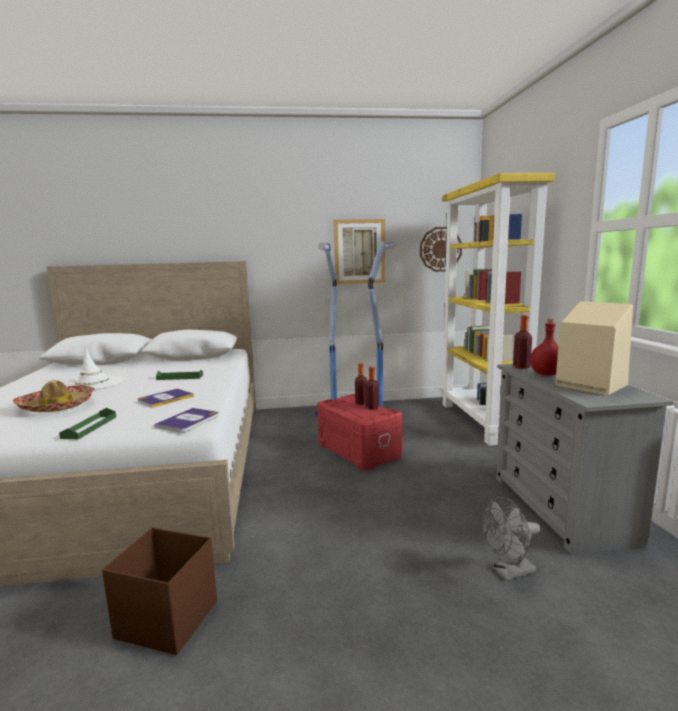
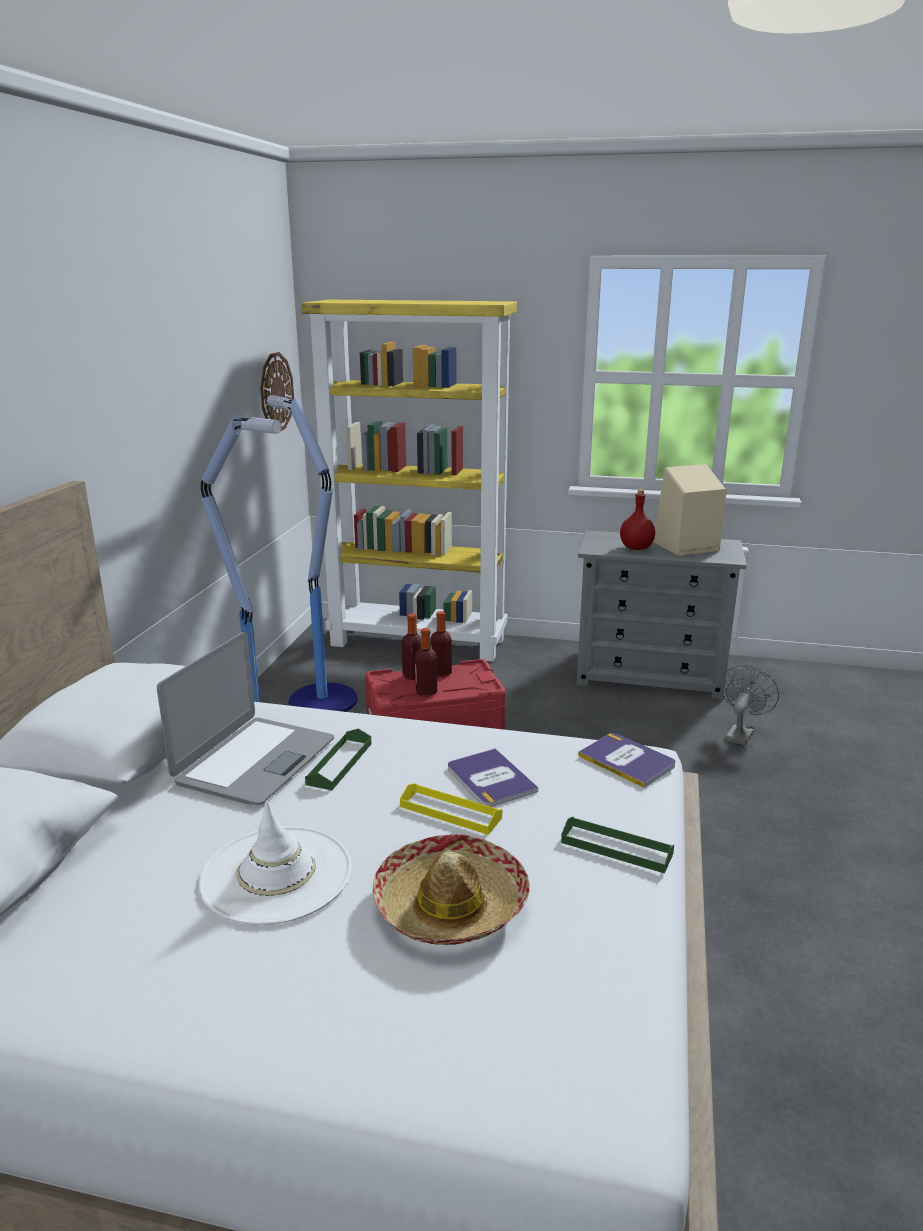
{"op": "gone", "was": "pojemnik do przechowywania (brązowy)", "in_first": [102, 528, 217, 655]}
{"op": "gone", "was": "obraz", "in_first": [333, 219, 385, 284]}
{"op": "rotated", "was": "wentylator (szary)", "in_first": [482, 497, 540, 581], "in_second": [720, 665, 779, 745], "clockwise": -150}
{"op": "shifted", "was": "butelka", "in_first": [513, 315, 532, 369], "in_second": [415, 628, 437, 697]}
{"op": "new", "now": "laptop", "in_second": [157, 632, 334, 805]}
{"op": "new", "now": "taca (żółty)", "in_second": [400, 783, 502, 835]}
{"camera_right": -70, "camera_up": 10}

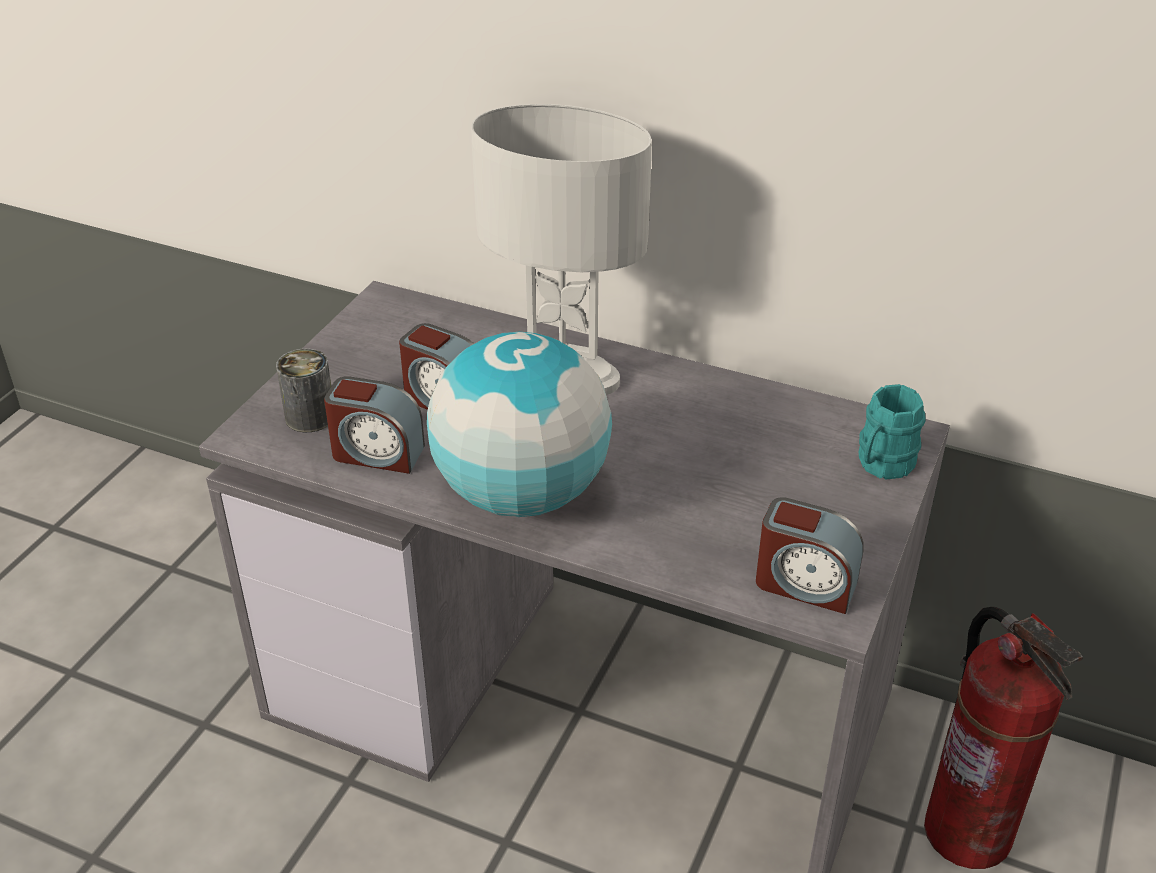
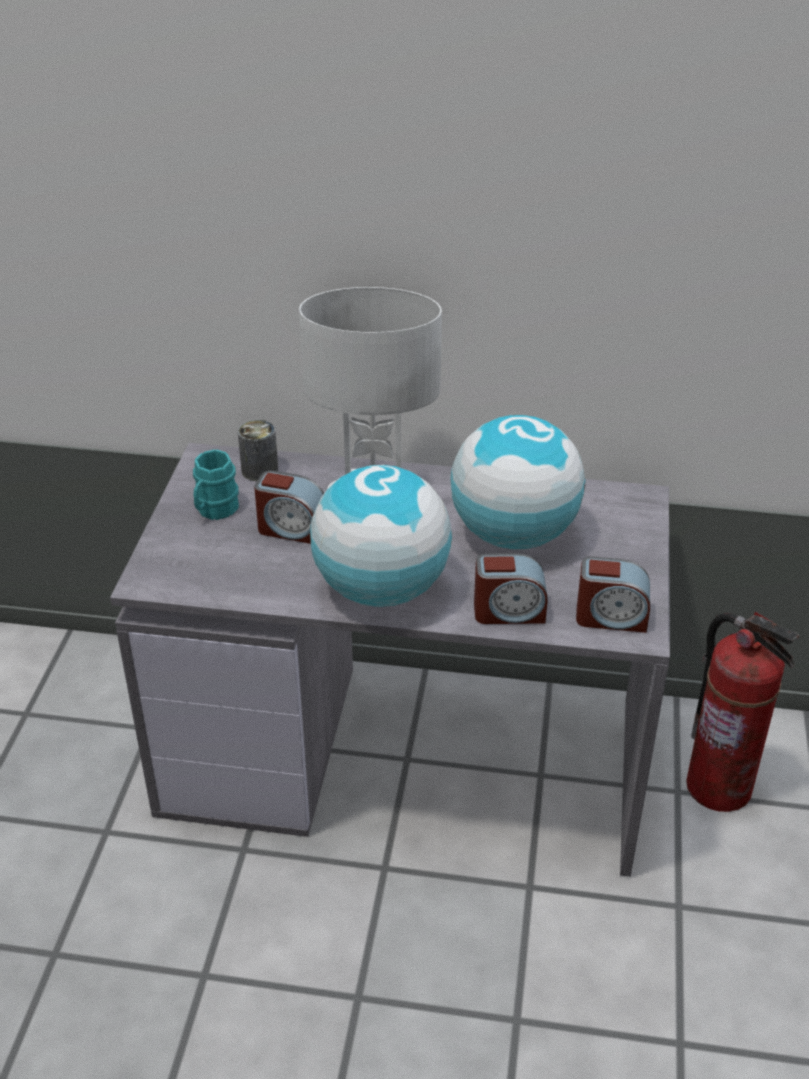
{"op": "shifted", "was": "puszka", "in_first": [276, 348, 331, 432], "in_second": [238, 420, 278, 481]}
{"op": "shifted", "was": "budzik", "in_first": [324, 376, 425, 474], "in_second": [474, 553, 548, 624]}
{"op": "shifted", "was": "kubek (turkusowy)", "in_first": [858, 384, 926, 480], "in_second": [193, 449, 239, 520]}
{"op": "new", "now": "globus", "in_second": [450, 415, 585, 549]}
{"camera_right": -15, "camera_up": 0}

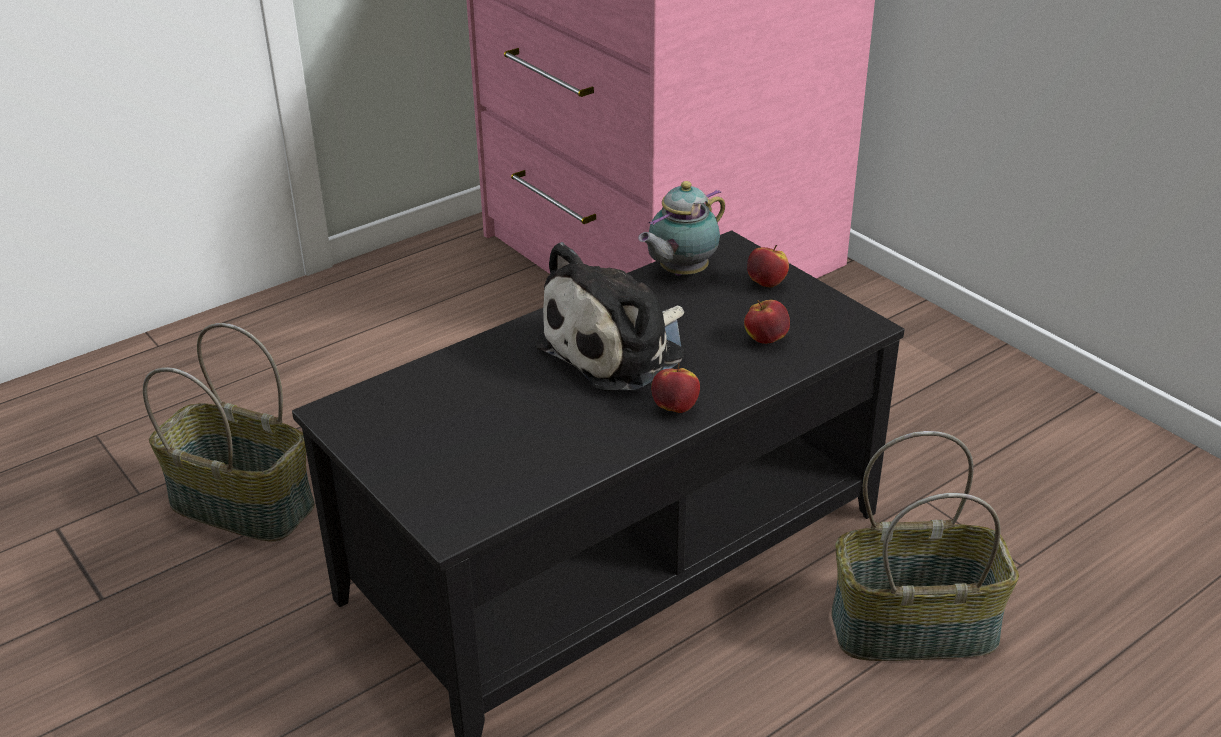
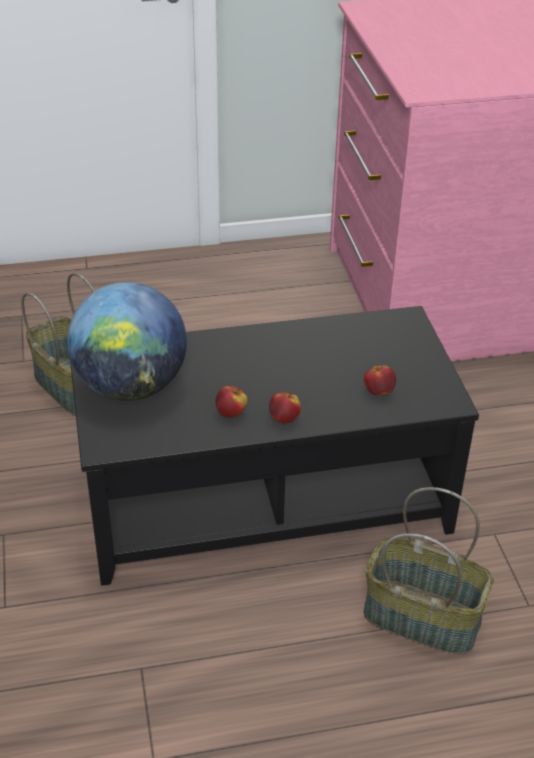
{"op": "gone", "was": "pluszak", "in_first": [534, 242, 684, 391]}
{"op": "gone", "was": "imbryk", "in_first": [638, 181, 725, 276]}
{"op": "shifted", "was": "jabłko", "in_first": [747, 245, 789, 287], "in_second": [215, 386, 247, 418]}
{"op": "new", "now": "globus", "in_second": [67, 282, 187, 401]}
{"camera_right": 25, "camera_up": 5}

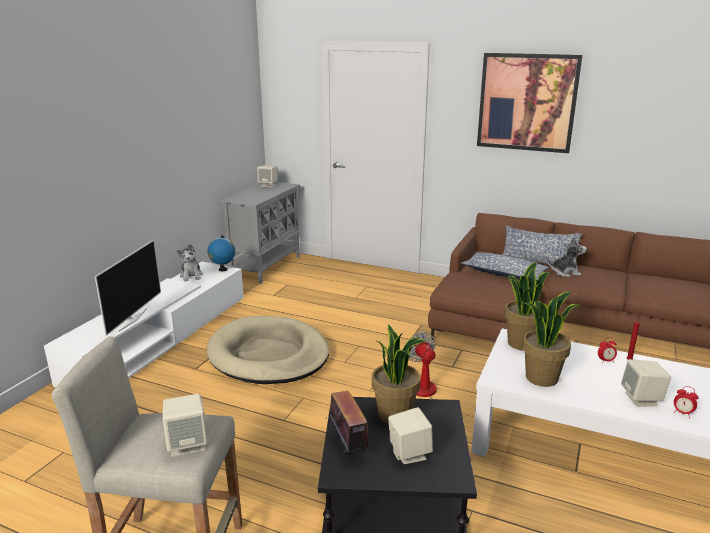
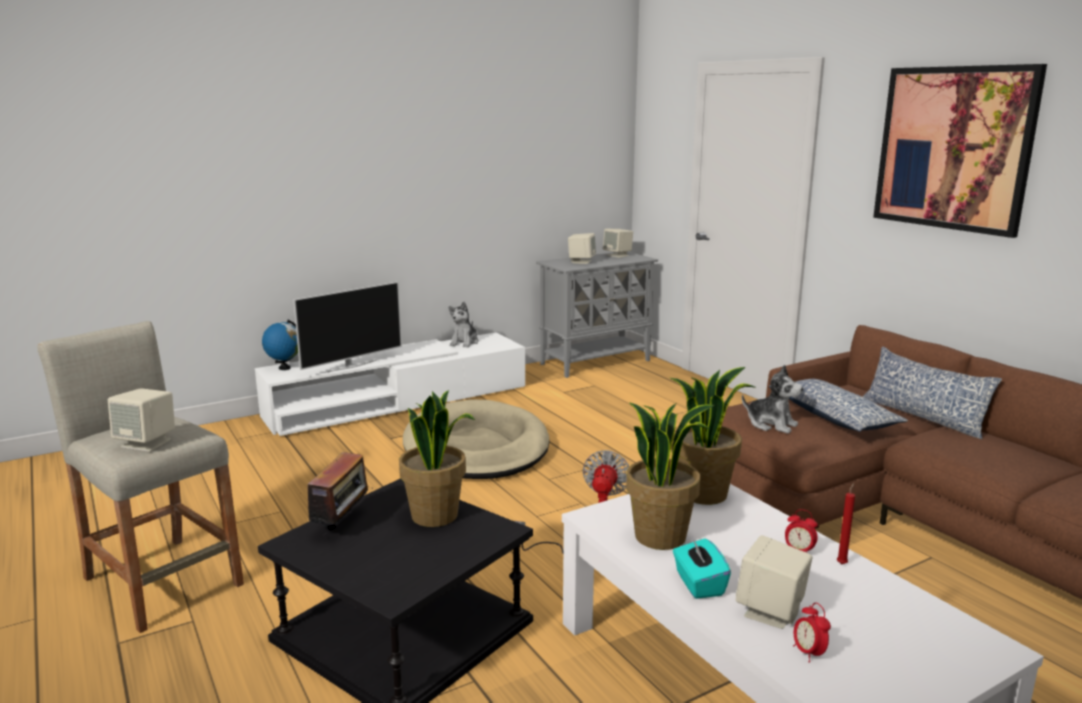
{"op": "shifted", "was": "globus", "in_first": [207, 235, 235, 271], "in_second": [262, 320, 298, 370]}
{"op": "shifted", "was": "głośnik (beżowy)", "in_first": [388, 407, 433, 464], "in_second": [568, 233, 596, 264]}
{"op": "shifted", "was": "pluszak", "in_first": [548, 237, 587, 277], "in_second": [742, 365, 803, 434]}
{"op": "new", "now": "pudełko chusteczek (turkusowy)", "in_second": [673, 537, 731, 599]}
{"camera_right": 35, "camera_up": -5}

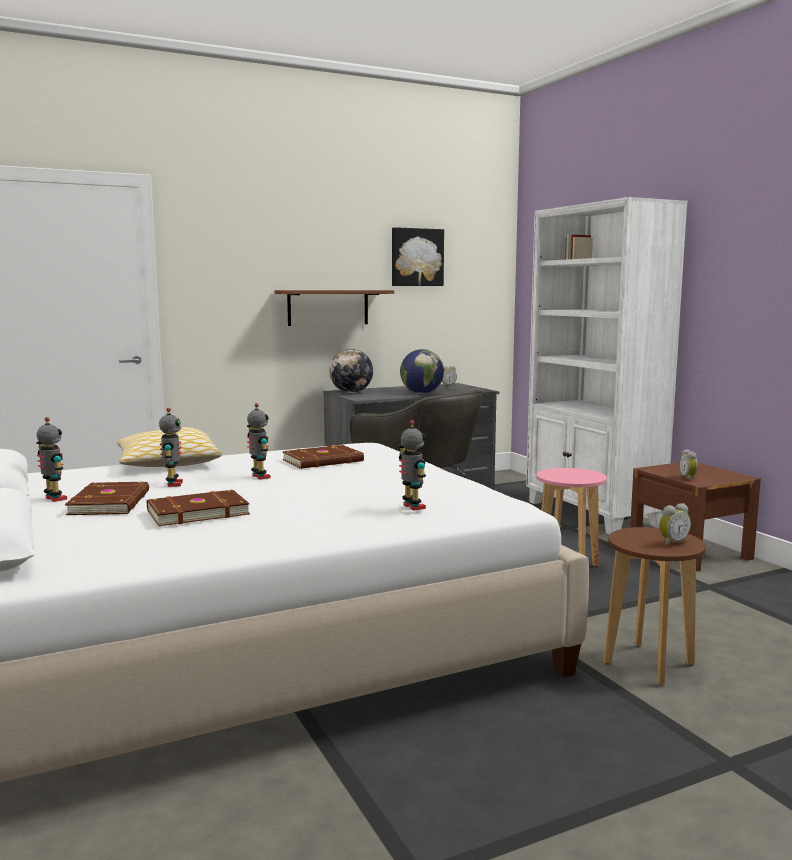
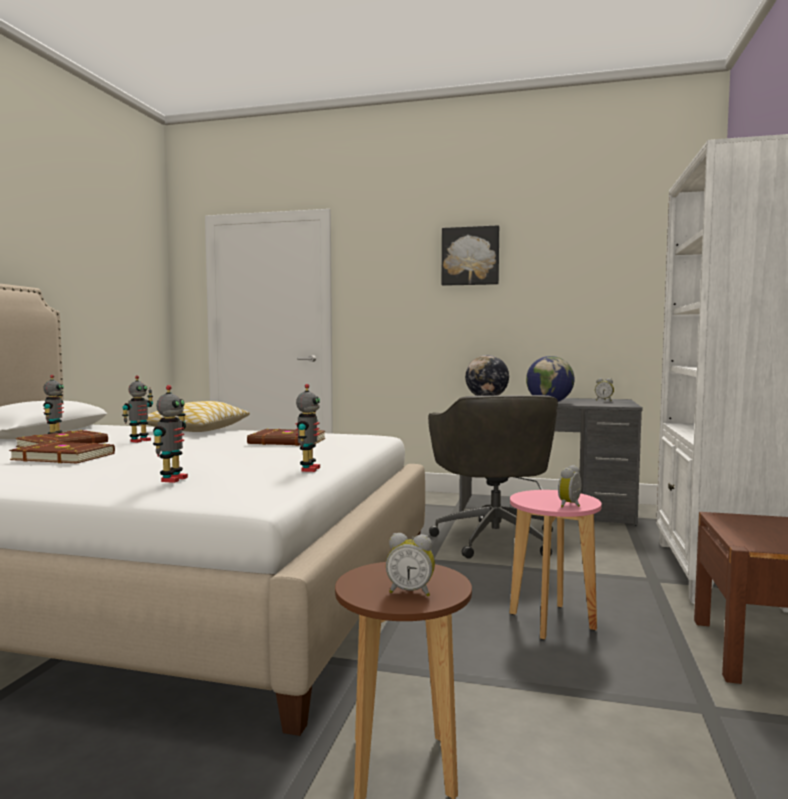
{"op": "shifted", "was": "robot zabawkowy", "in_first": [247, 403, 271, 480], "in_second": [296, 384, 320, 472]}
{"op": "gone", "was": "półka", "in_first": [274, 290, 394, 326]}
{"op": "shifted", "was": "obraz", "in_first": [392, 227, 444, 286], "in_second": [442, 225, 499, 286]}
{"op": "shifted", "was": "budzik", "in_first": [679, 449, 698, 480], "in_second": [558, 465, 581, 508]}
{"camera_right": 40, "camera_up": -5}

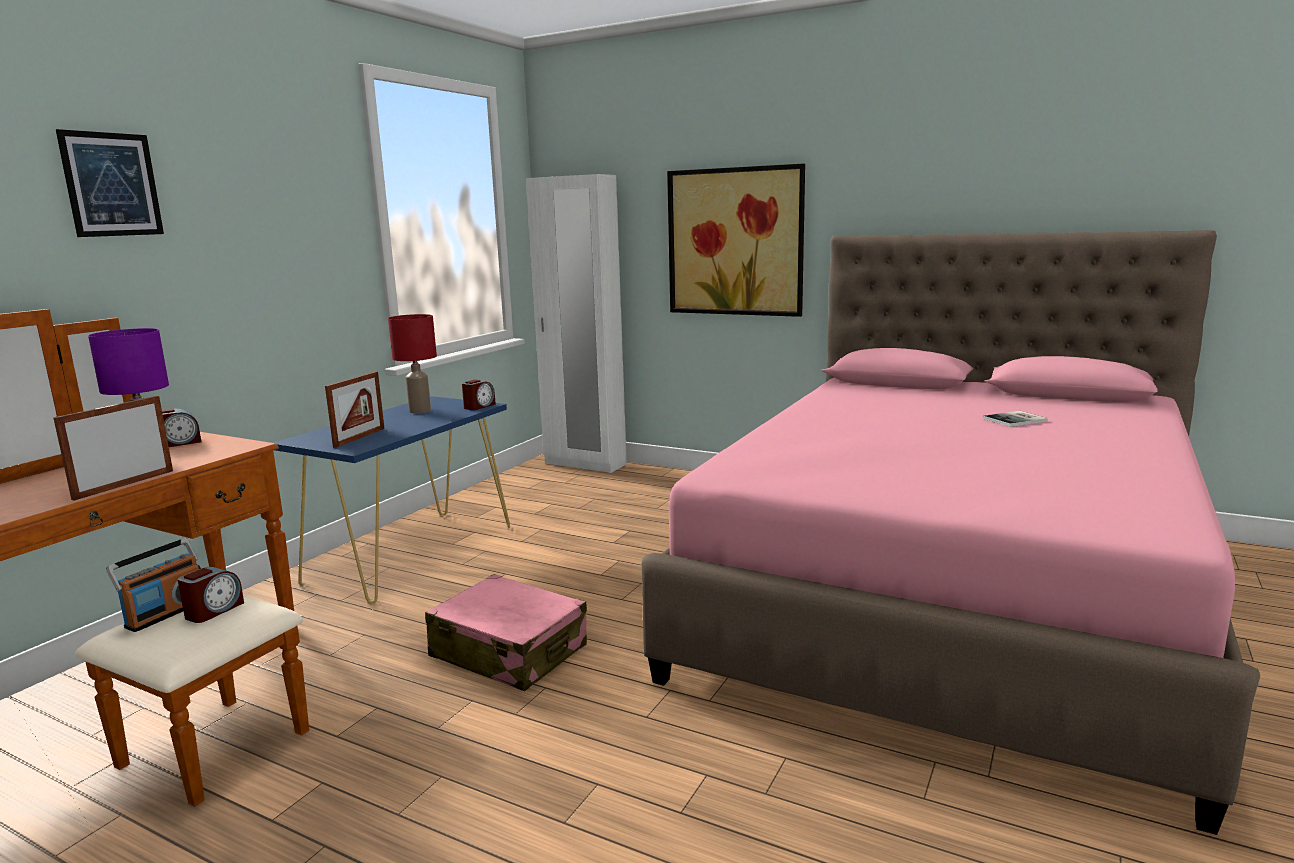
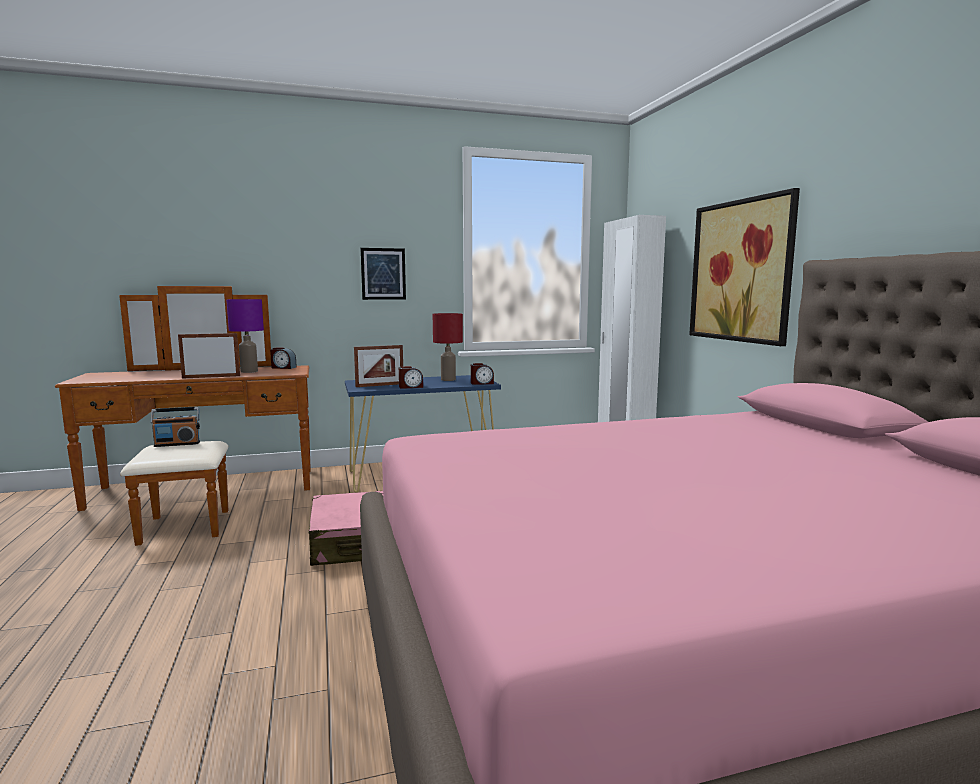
{"op": "shifted", "was": "obraz", "in_first": [56, 129, 164, 237], "in_second": [360, 248, 406, 300]}
{"op": "shifted", "was": "budzik", "in_first": [178, 567, 244, 623], "in_second": [399, 366, 423, 389]}
{"op": "gone", "was": "książka", "in_first": [983, 411, 1048, 427]}
{"camera_right": 45, "camera_up": -5}

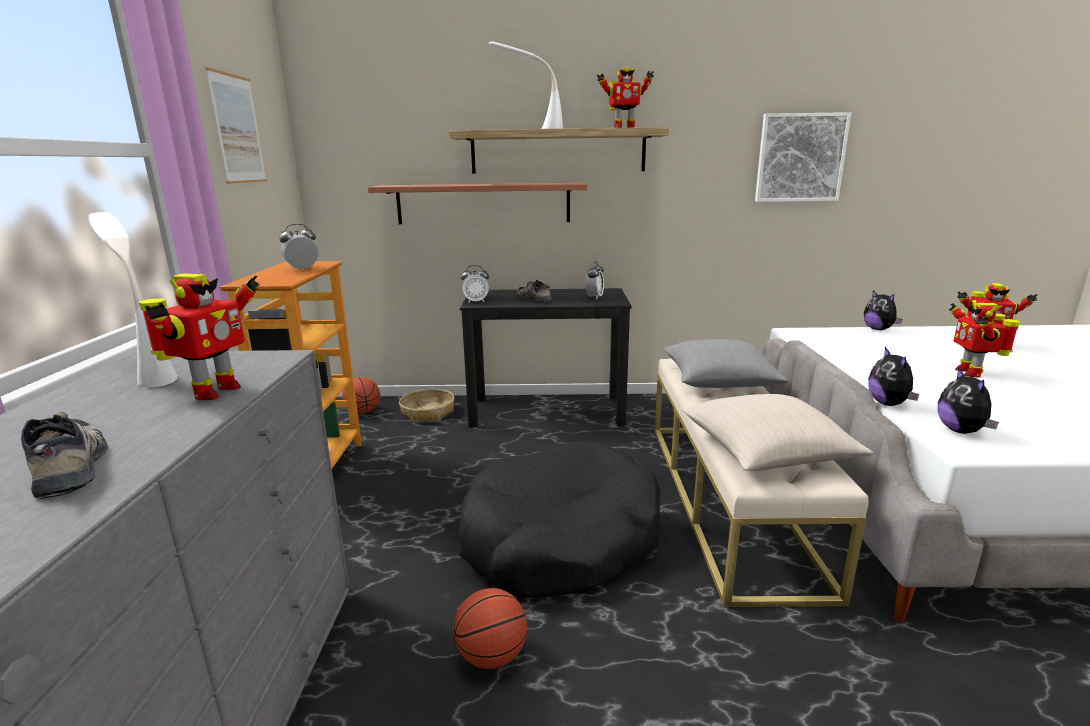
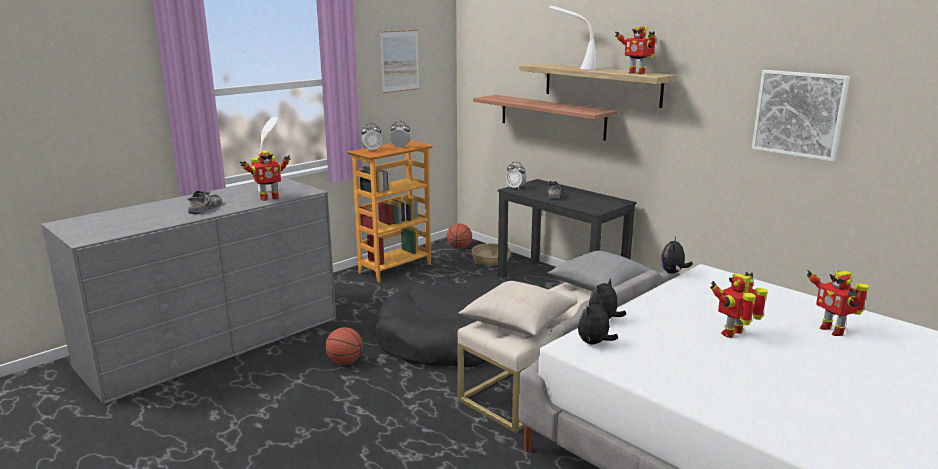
{"op": "shifted", "was": "budzik", "in_first": [585, 262, 604, 300], "in_second": [361, 123, 382, 152]}
{"op": "shifted", "was": "pluszak", "in_first": [864, 290, 903, 330], "in_second": [661, 237, 693, 274]}
{"camera_right": 45, "camera_up": 0}

